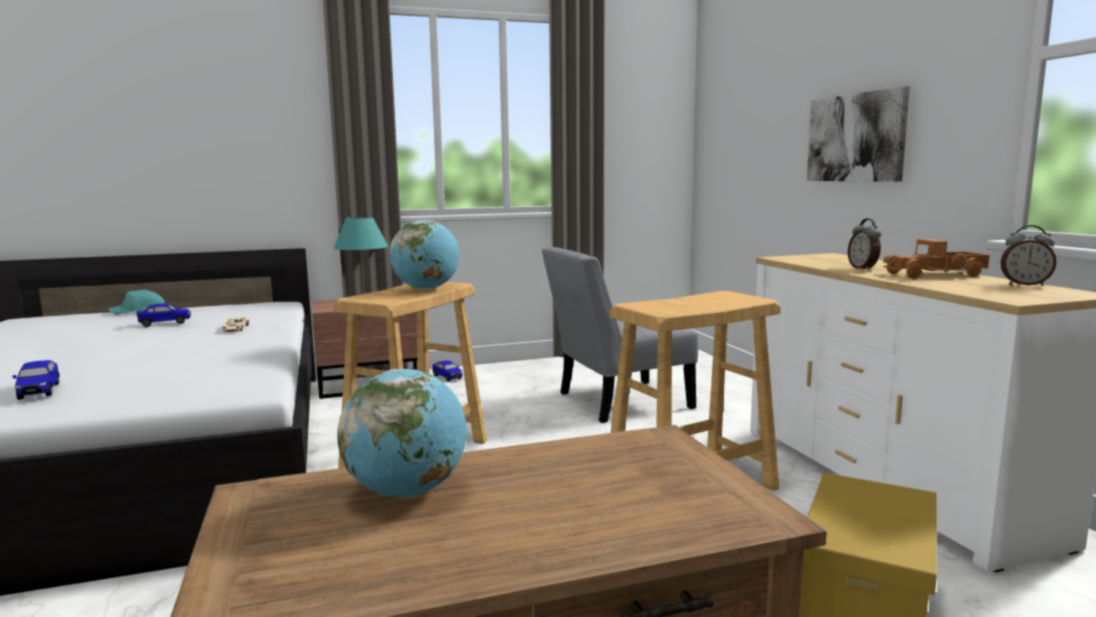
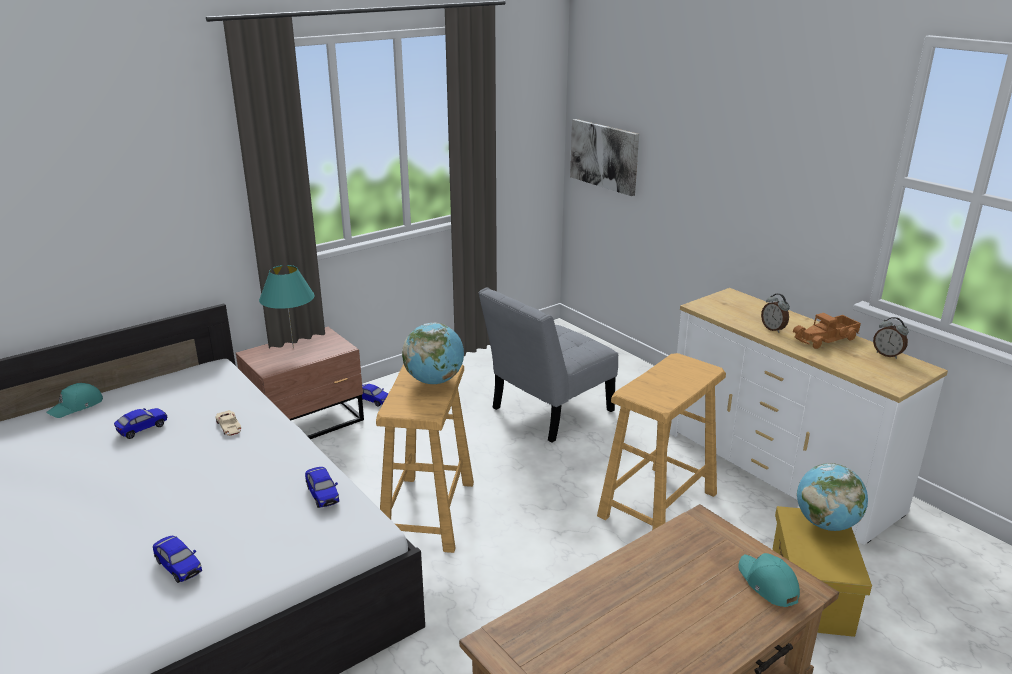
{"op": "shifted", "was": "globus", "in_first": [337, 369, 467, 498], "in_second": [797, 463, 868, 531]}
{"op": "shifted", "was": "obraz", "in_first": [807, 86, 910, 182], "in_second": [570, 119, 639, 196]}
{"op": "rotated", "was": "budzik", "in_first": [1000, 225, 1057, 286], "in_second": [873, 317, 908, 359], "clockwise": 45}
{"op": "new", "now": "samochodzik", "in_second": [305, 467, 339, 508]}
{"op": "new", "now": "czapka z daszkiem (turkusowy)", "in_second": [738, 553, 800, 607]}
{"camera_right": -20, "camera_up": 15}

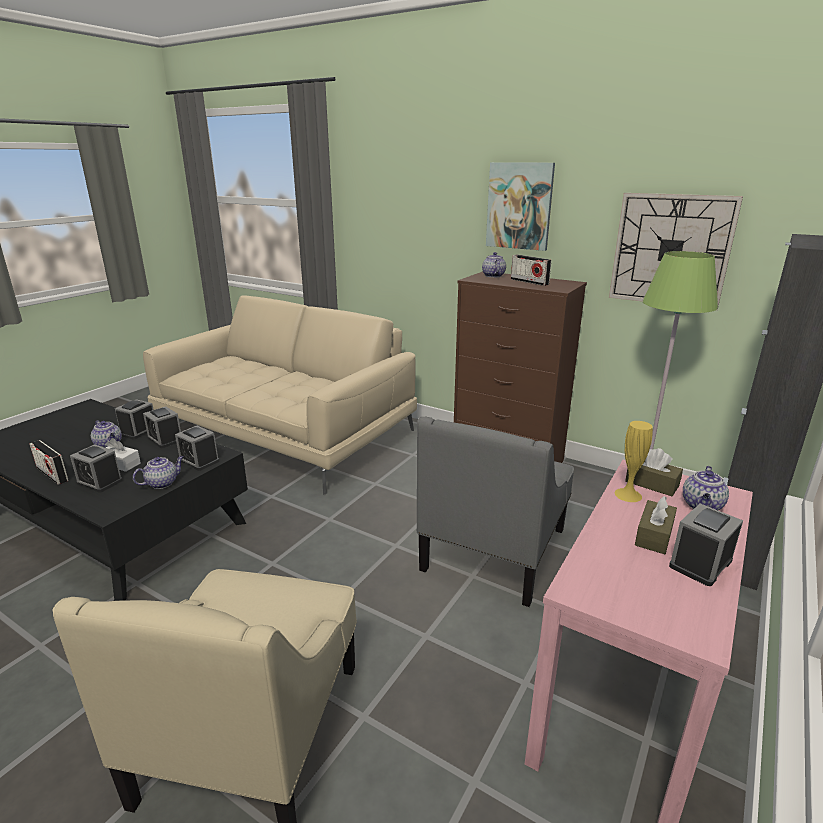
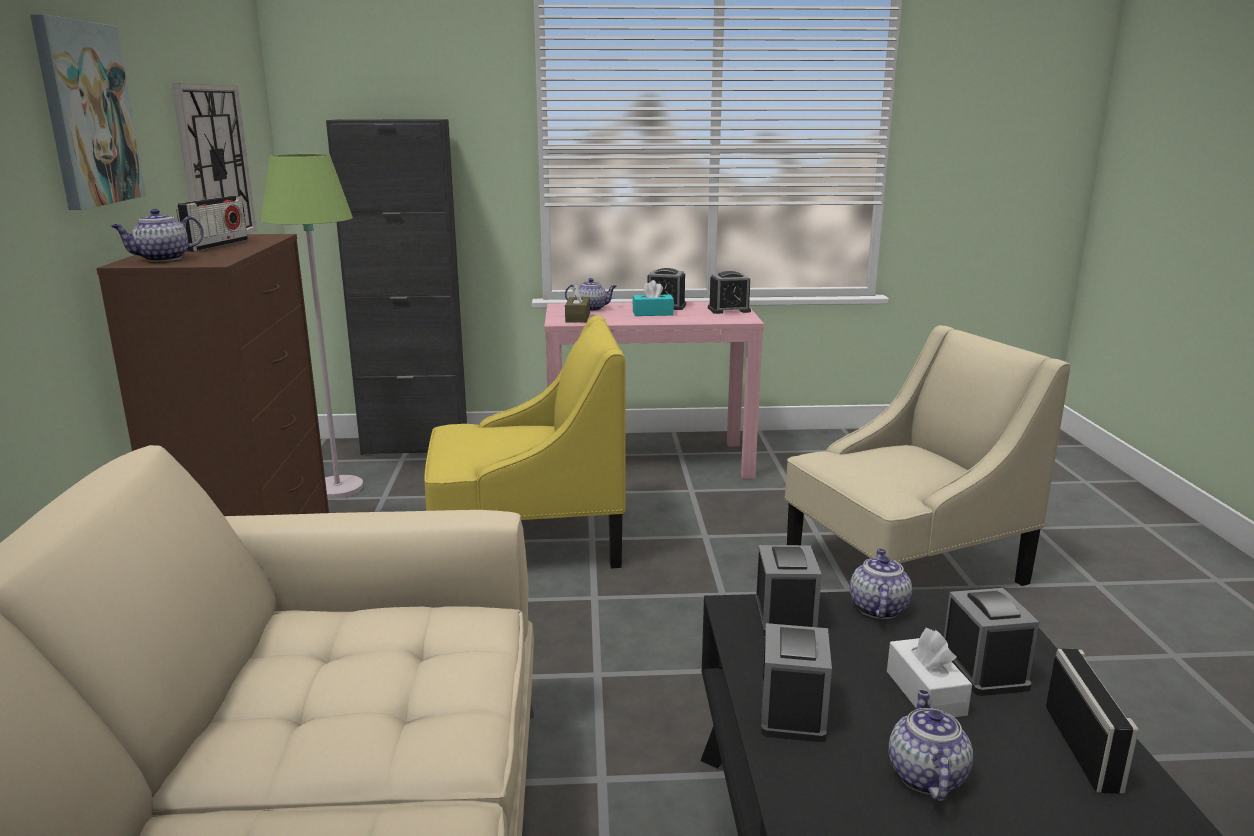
{"op": "shifted", "was": "budzik", "in_first": [115, 399, 154, 439], "in_second": [708, 271, 751, 314]}
{"op": "rotated", "was": "imbryk", "in_first": [133, 456, 184, 489], "in_second": [850, 549, 912, 619], "clockwise": 90}
{"op": "repainted", "was": "fotel (szary)", "now": "fotel (żółty)", "in_first": [417, 417, 574, 607], "in_second": [424, 316, 626, 568]}
{"op": "gone", "was": "wazon (żółty)", "in_first": [615, 421, 653, 502]}
{"op": "repainted", "was": "pudełko chusteczek (brązowy)", "now": "pudełko chusteczek (turkusowy)", "in_first": [635, 496, 677, 554], "in_second": [632, 280, 674, 316]}
{"camera_right": -125, "camera_up": -5}

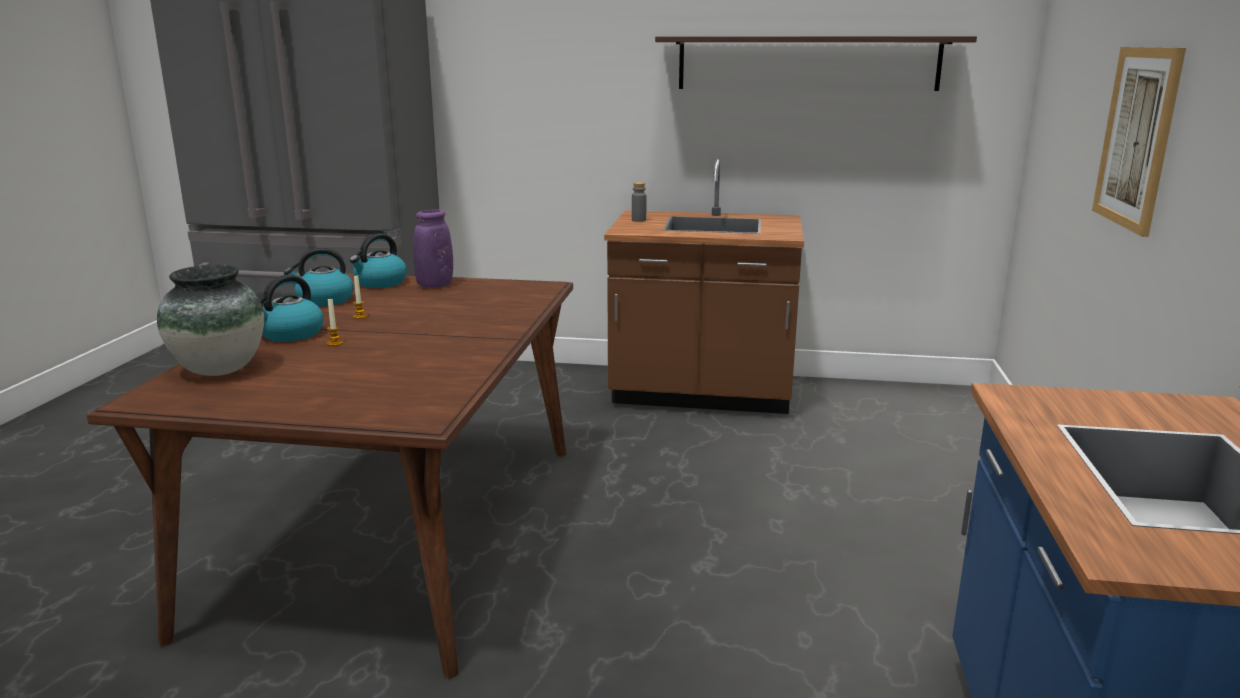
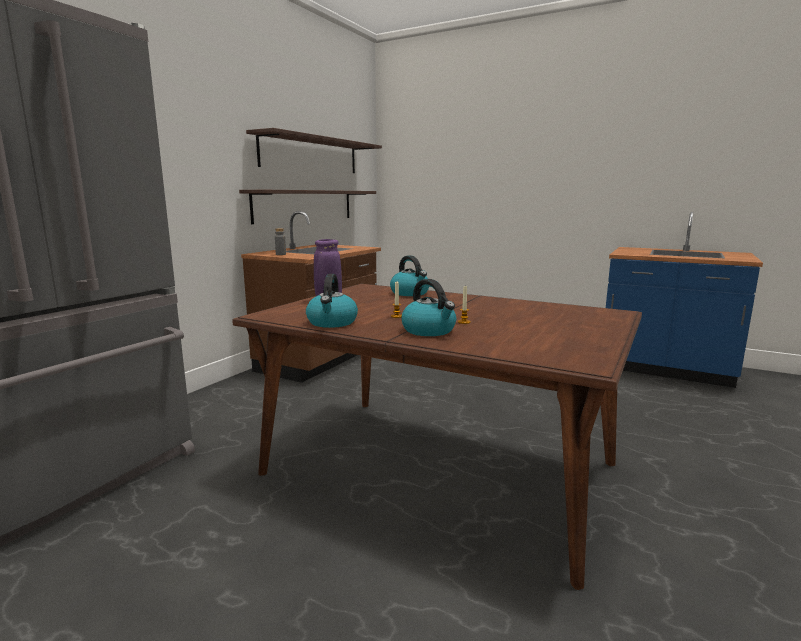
{"op": "gone", "was": "wazon", "in_first": [157, 265, 264, 376]}
{"op": "shifted", "was": "czajnik", "in_first": [350, 233, 407, 288], "in_second": [390, 255, 429, 296]}
{"op": "gone", "was": "obraz", "in_first": [1092, 47, 1186, 237]}
{"op": "new", "now": "półka", "in_second": [239, 190, 376, 224]}
{"camera_right": -70, "camera_up": -5}

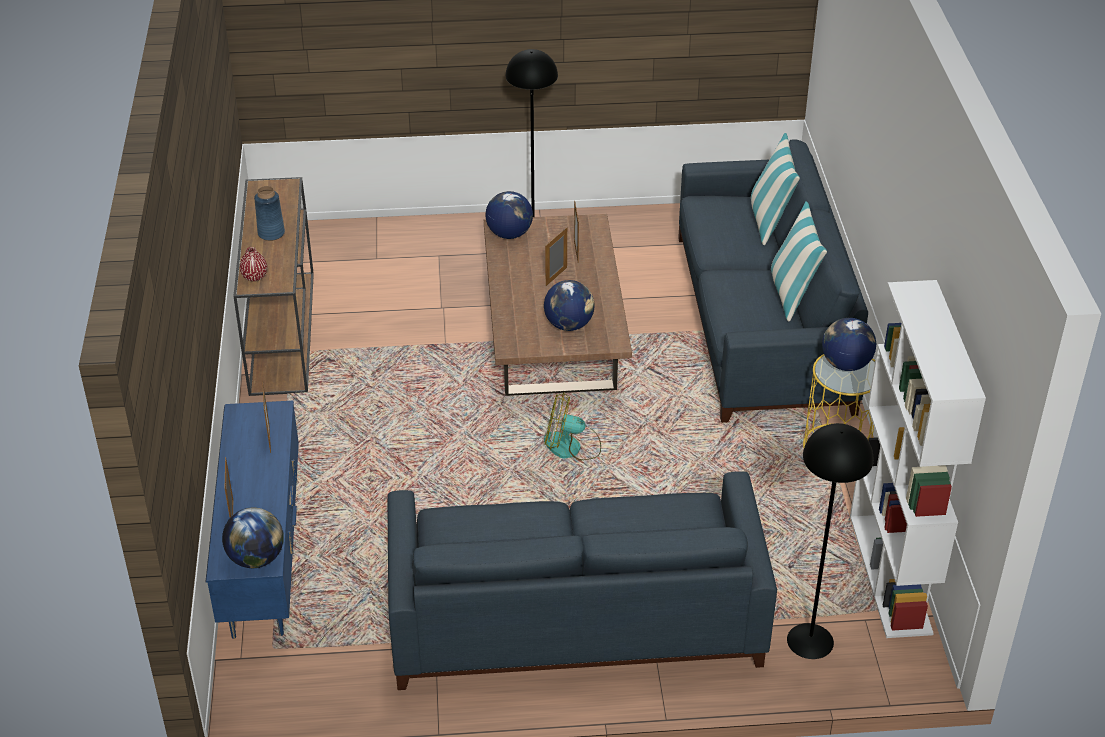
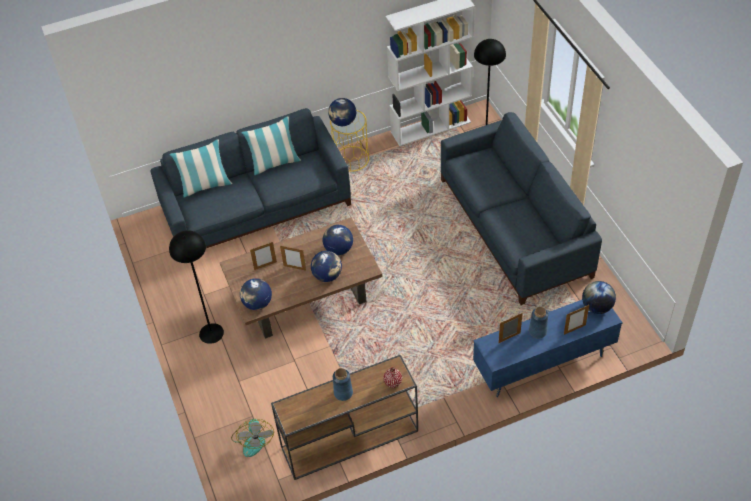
{"op": "shifted", "was": "wentylator", "in_first": [544, 392, 601, 461], "in_second": [231, 419, 274, 457]}
{"op": "new", "now": "globus", "in_second": [311, 251, 342, 282]}
{"op": "new", "now": "wazon (niebieski)", "in_second": [529, 307, 548, 339]}
{"camera_right": -105, "camera_up": 10}

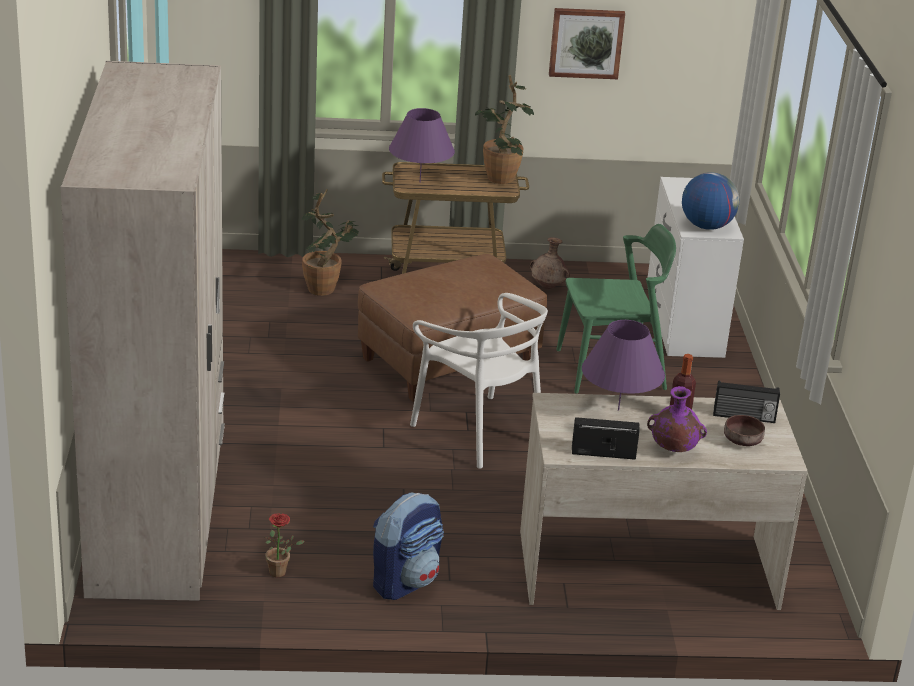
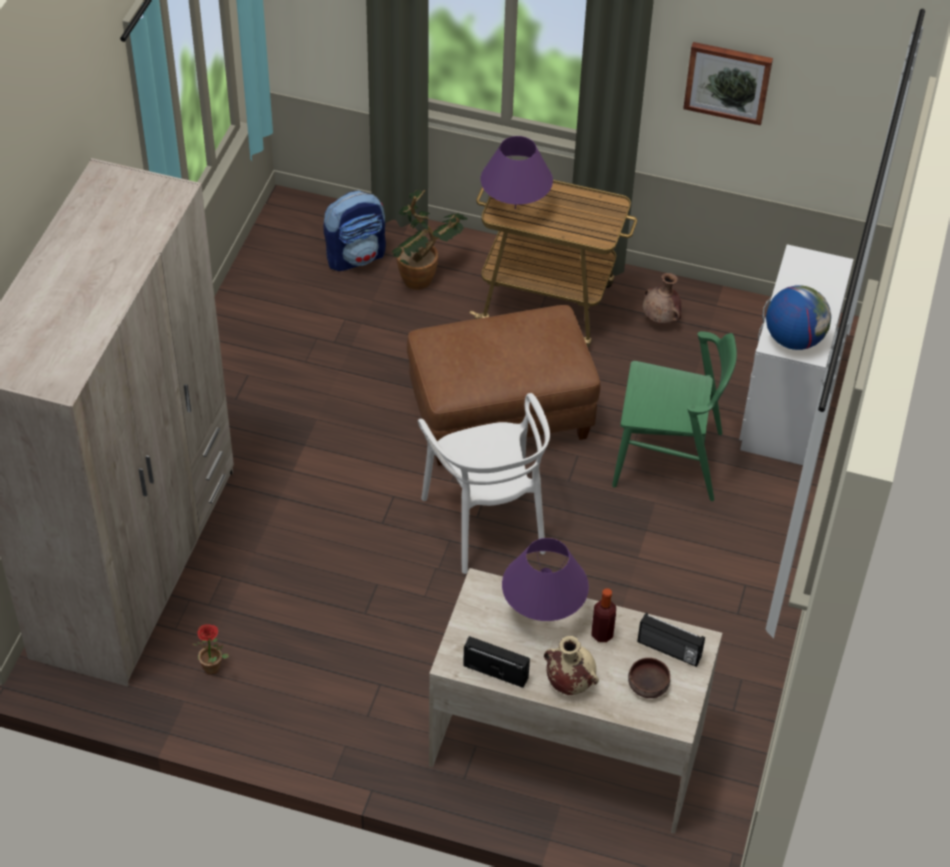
{"op": "shifted", "was": "plecak", "in_first": [373, 492, 444, 600], "in_second": [323, 190, 386, 271]}
{"op": "gone", "was": "roślina doniczkowa", "in_first": [475, 75, 534, 184]}
{"op": "repainted", "was": "wazon (fioletowy)", "now": "wazon (beżowy)", "in_first": [647, 386, 707, 452], "in_second": [544, 636, 599, 695]}
{"camera_right": 20, "camera_up": 20}

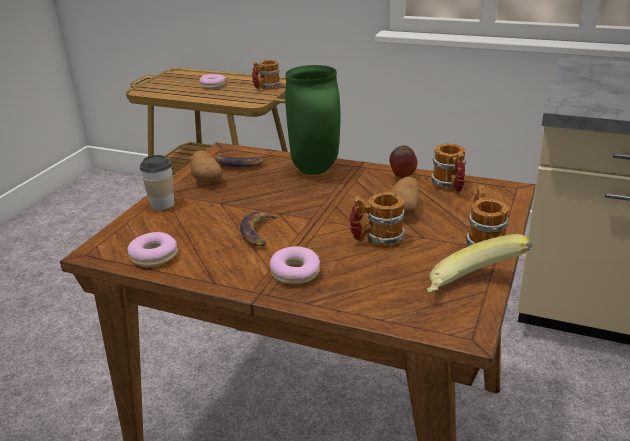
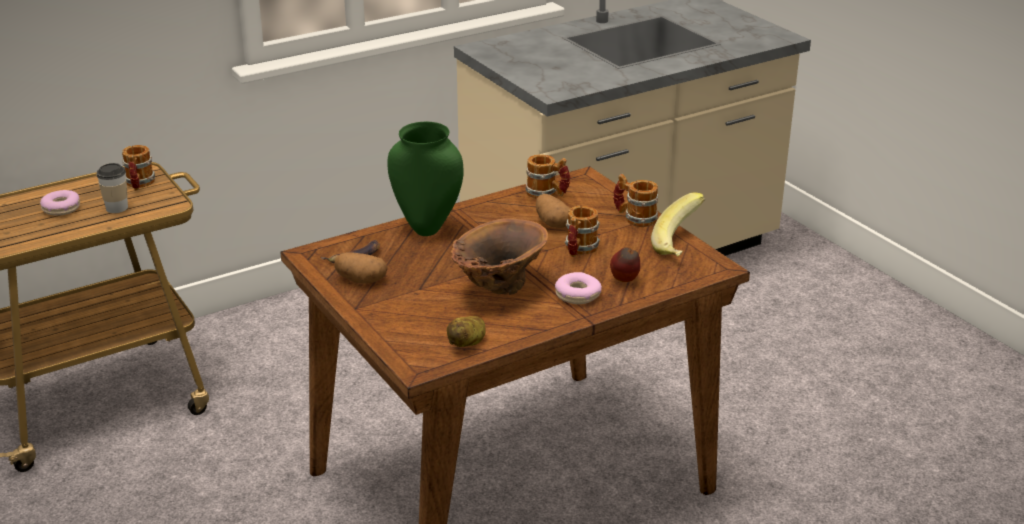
{"op": "swapped", "was": "donut", "now": "ziemniak", "in_first": [127, 232, 177, 267], "in_second": [447, 316, 486, 347]}
{"op": "shifted", "was": "filiżanka", "in_first": [140, 155, 174, 210], "in_second": [97, 163, 128, 213]}
{"op": "swapped", "was": "banan", "now": "wazon (brązowy)", "in_first": [240, 211, 279, 246], "in_second": [451, 218, 548, 295]}
{"op": "shifted", "was": "jabłko", "in_first": [389, 145, 417, 178], "in_second": [610, 247, 640, 282]}
{"camera_right": -55, "camera_up": 0}

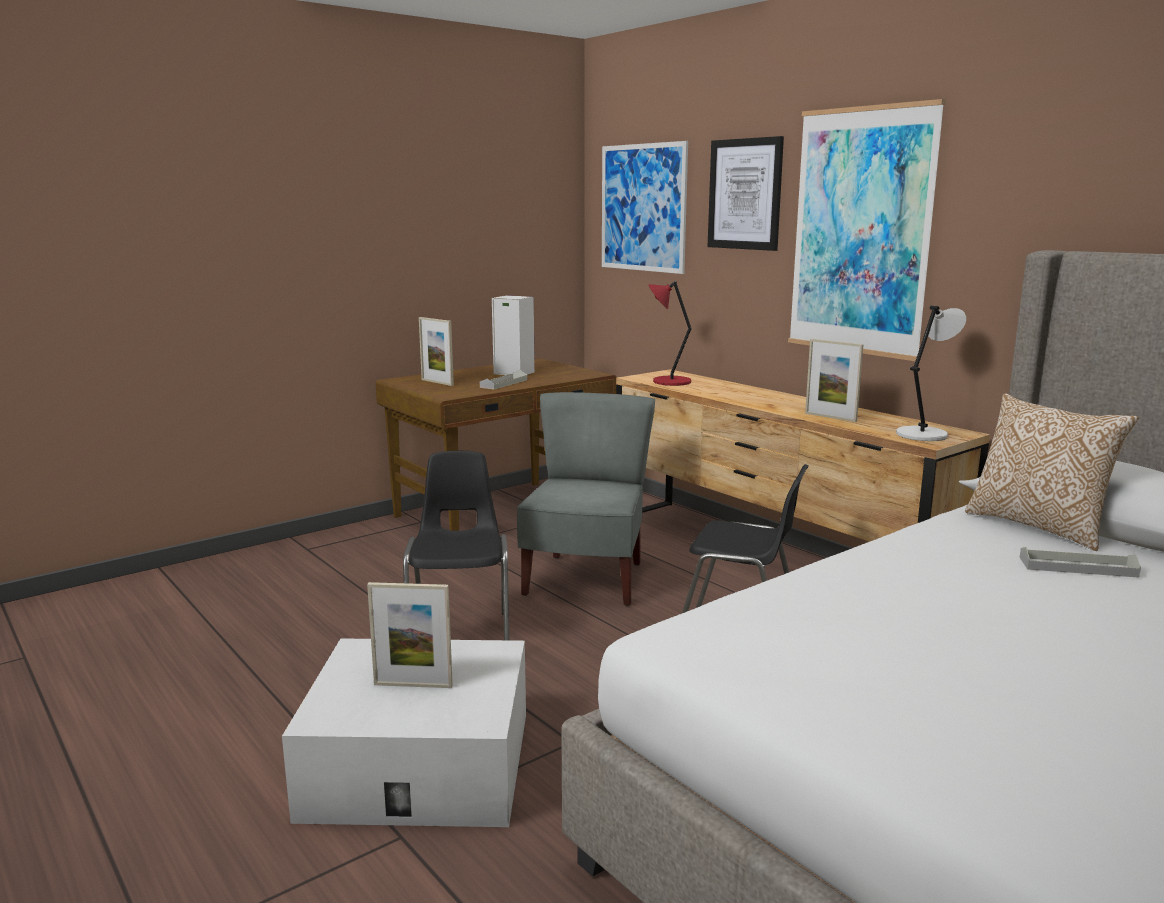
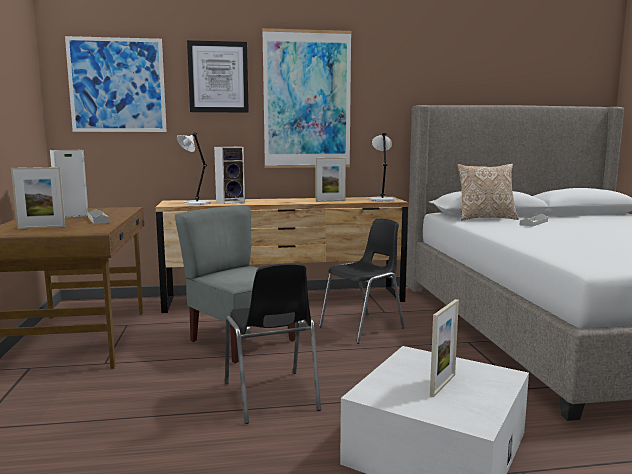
{"op": "rotated", "was": "krzesło (czarny)", "in_first": [403, 451, 510, 640], "in_second": [225, 263, 321, 424], "clockwise": -135}
{"op": "repainted", "was": "lampa stołowa (czerwony)", "now": "lampa stołowa (biały)", "in_first": [648, 281, 692, 386], "in_second": [177, 133, 211, 205]}
{"op": "new", "now": "głośnik", "in_second": [214, 147, 245, 204]}
{"camera_right": -60, "camera_up": -5}

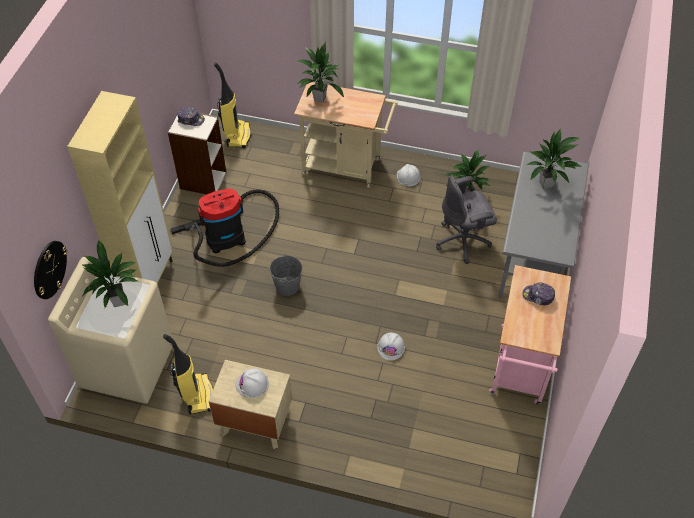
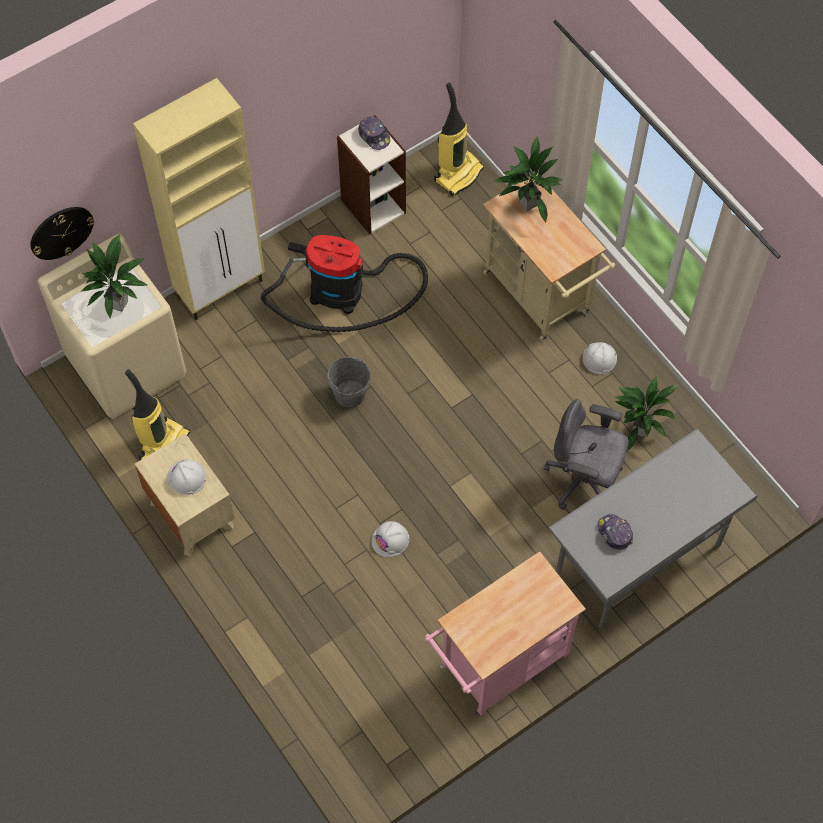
{"op": "shifted", "was": "czapka z daszkiem", "in_first": [522, 282, 555, 305], "in_second": [597, 514, 633, 550]}
{"op": "gone", "was": "roślina doniczkowa", "in_first": [526, 128, 582, 189]}
{"camera_right": 40, "camera_up": 10}

